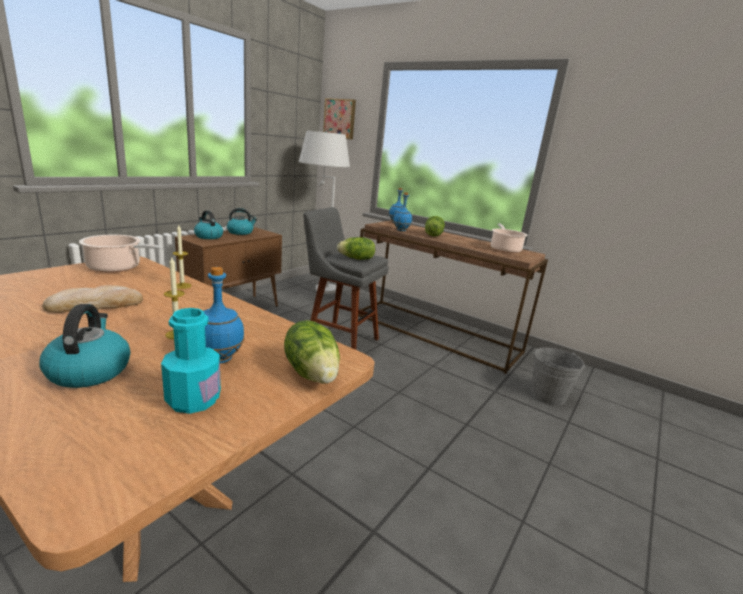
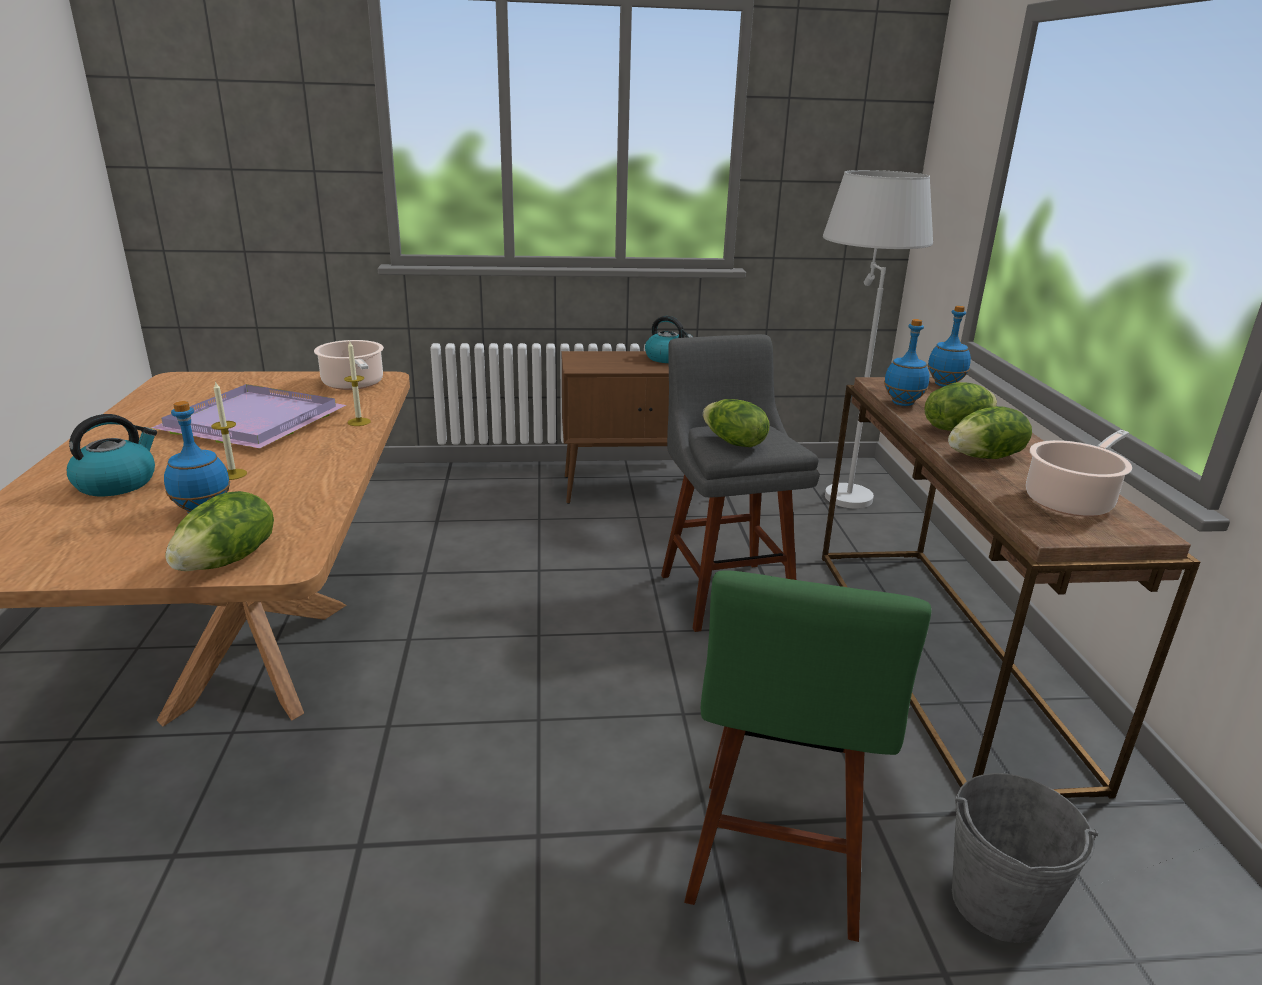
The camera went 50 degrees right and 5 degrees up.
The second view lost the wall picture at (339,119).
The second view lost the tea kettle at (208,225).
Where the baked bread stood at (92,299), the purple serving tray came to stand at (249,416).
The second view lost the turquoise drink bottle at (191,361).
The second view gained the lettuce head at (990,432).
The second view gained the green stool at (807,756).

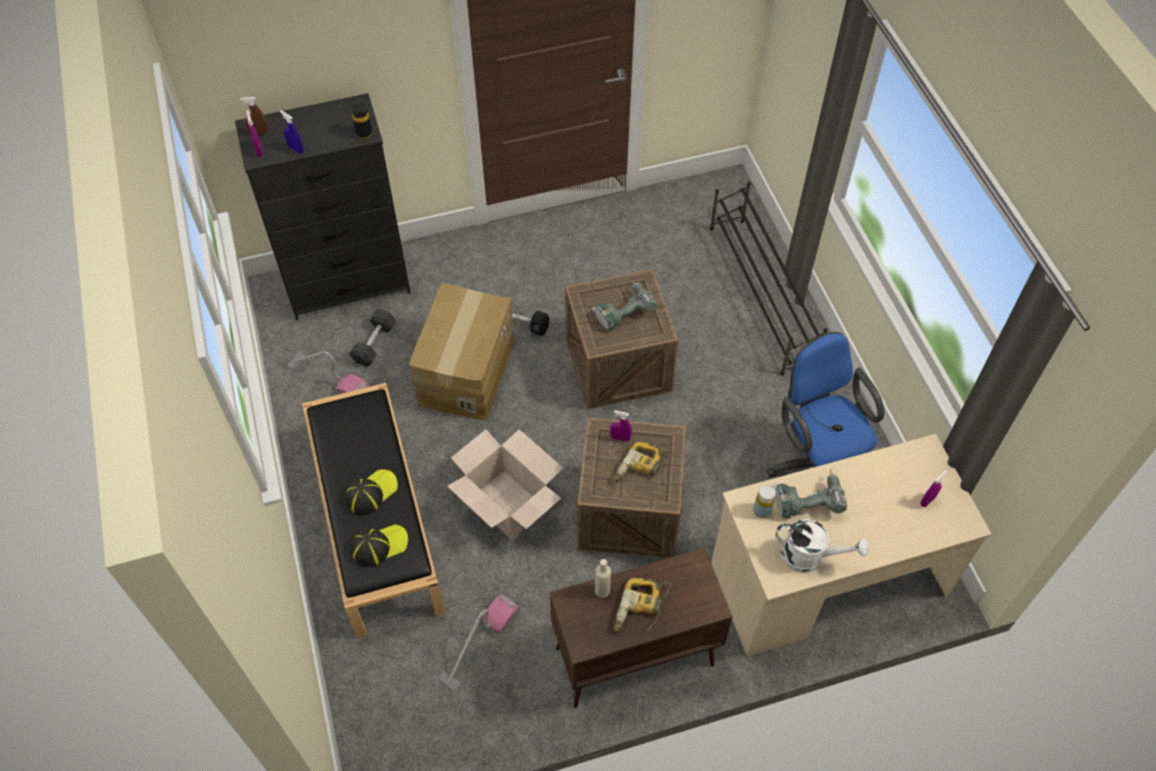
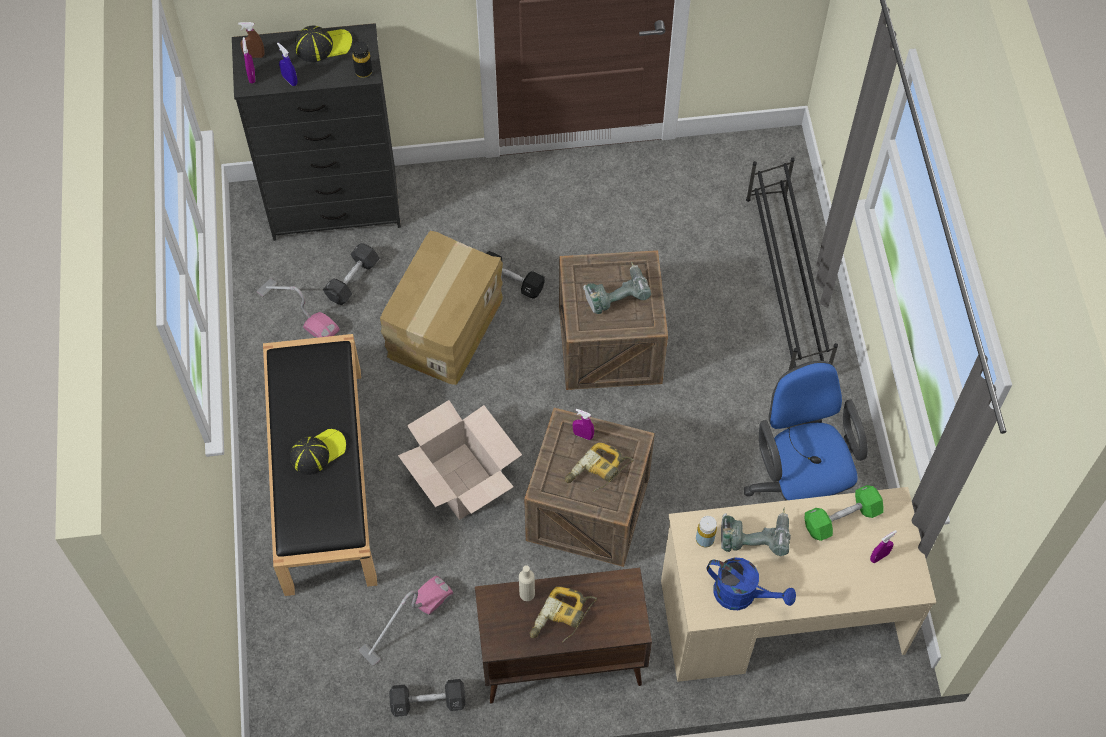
The camera went 10 degrees right and 5 degrees up.
What was the white watering pot at (822,546) turned into the bluish watering pot at (751,583).
The cap ended up elsewhere, having gone from (379,546) to (323,44).
The second view gained the green dumbbell at (844,513).
The second view gained the black dumbbell at (427,698).

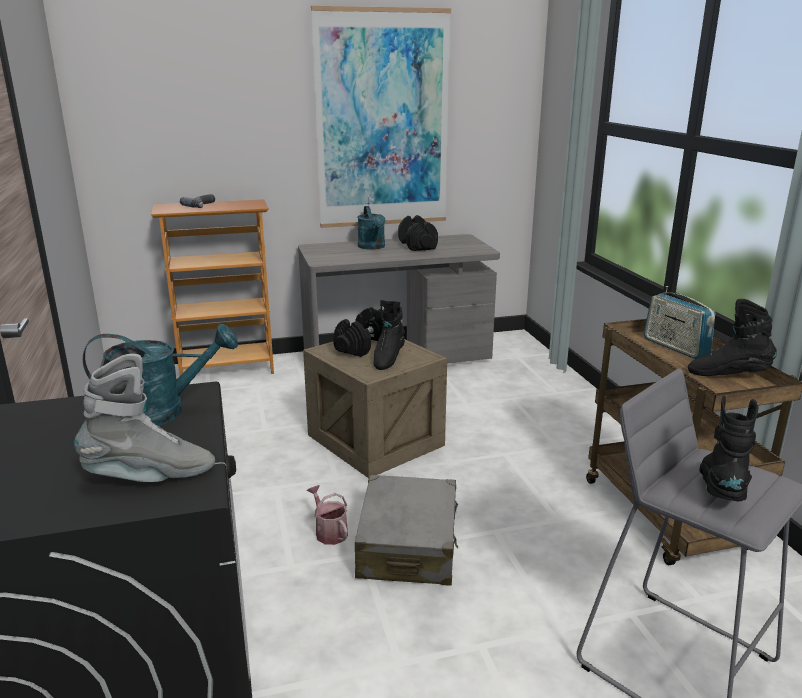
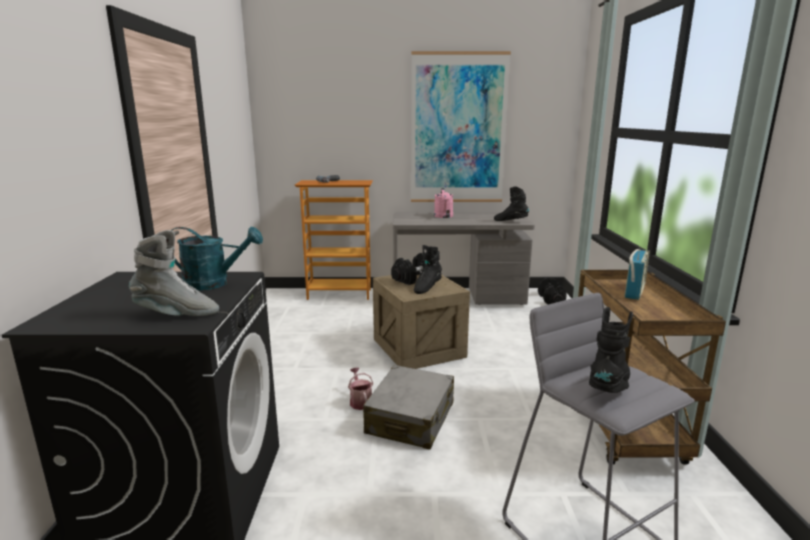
The camera went 15 degrees right and 5 degrees down.
What was the turquoise watering pot at (371,228) turned into the pink-coloured watering pot at (443,203).
The black dumbbell ended up elsewhere, having gone from (418,233) to (552,291).
The radio at (679,322) ended up facing another way, 135 degrees counterclockwise from before.
The black boot ended up elsewhere, having gone from (732,337) to (511,203).

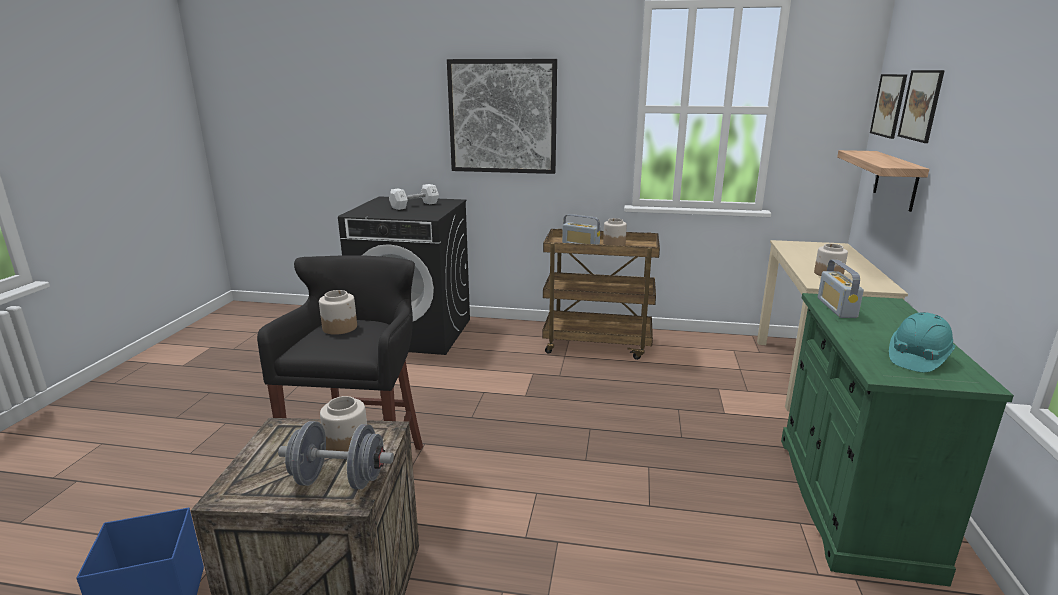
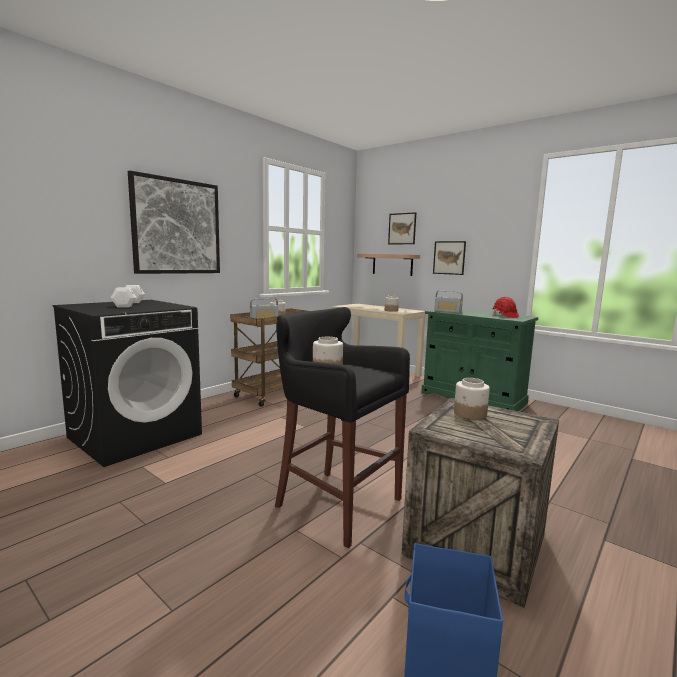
The camera went 60 degrees left and 10 degrees down.
The wall picture ended up elsewhere, having gone from (888,106) to (449,258).
What was the turquoise work helmet at (922,342) turned into the red work helmet at (505,307).
The second view lost the gray dumbbell at (336,455).

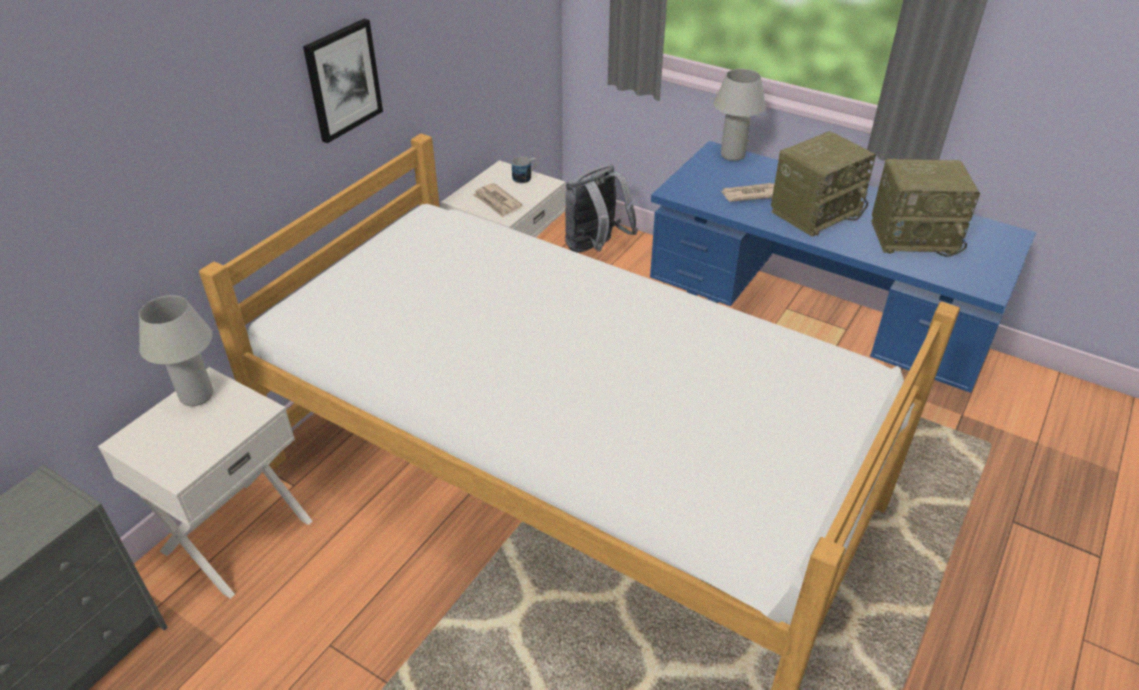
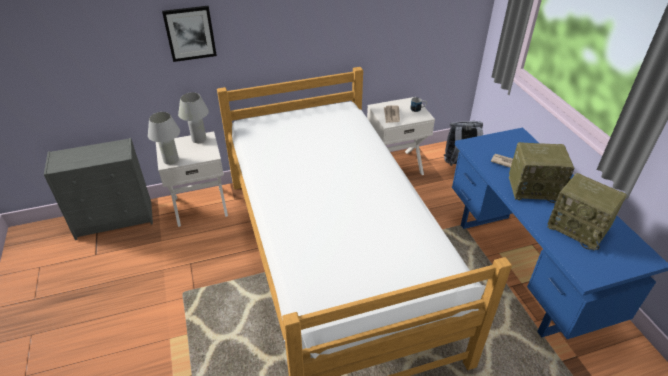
The camera went 40 degrees right and 0 degrees up.
The wall picture ended up elsewhere, having gone from (343,81) to (189,34).
The white lamp for a table ended up elsewhere, having gone from (740,115) to (164,138).

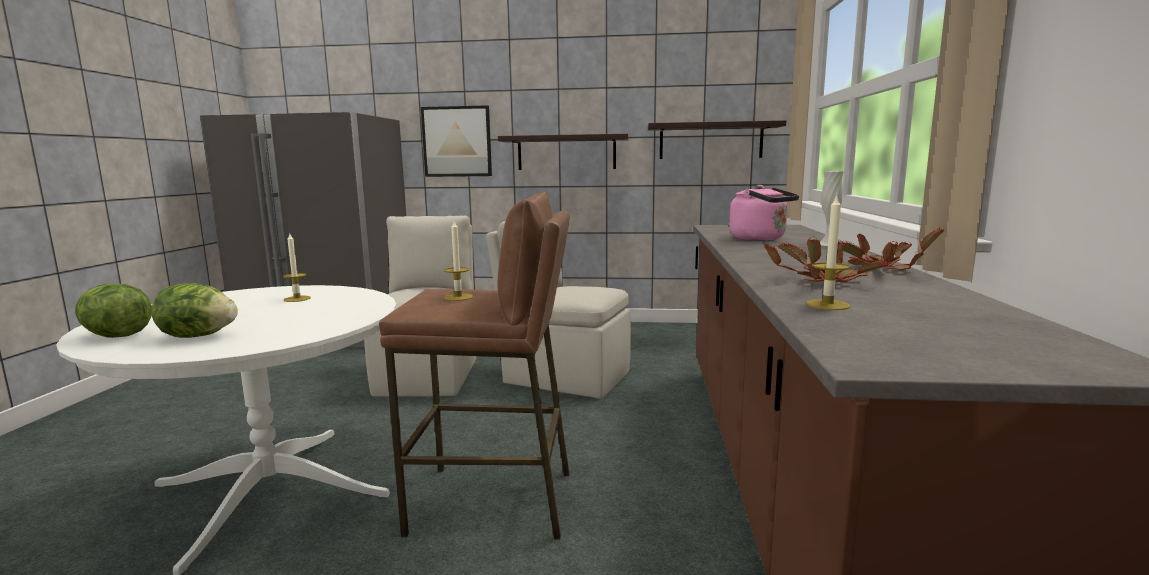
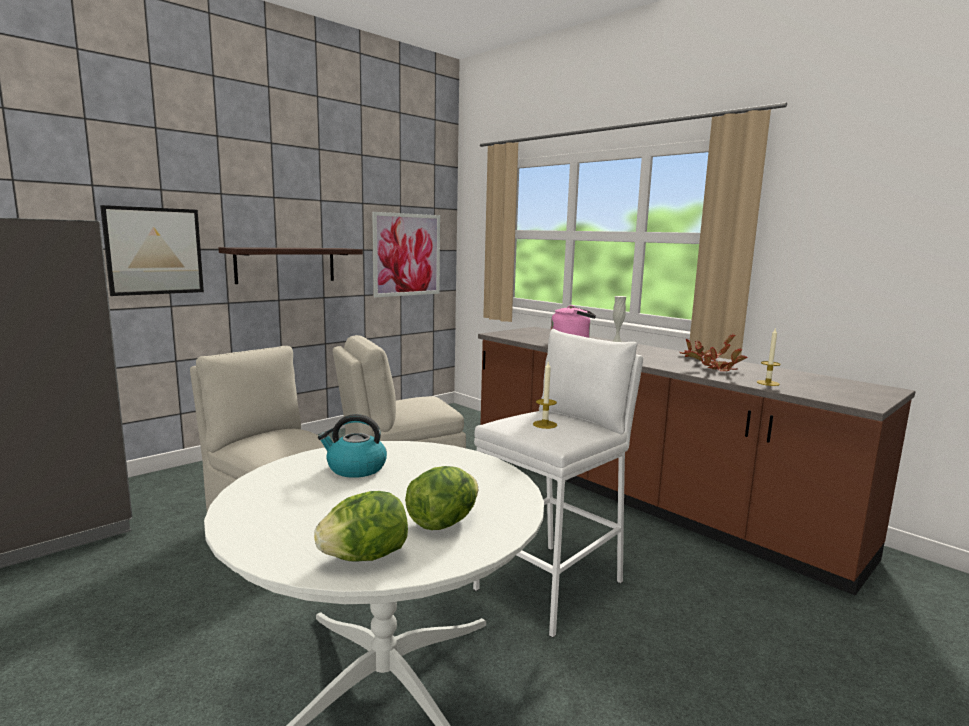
The camera went 50 degrees left and 0 degrees up.
Where the bracket shelf hung at (717,139), the wall picture came to hang at (406,254).
What was the brown stool at (474,365) turned into the white stool at (558,483).
Where the wax light stood at (297,267), the tea kettle came to stand at (352,446).

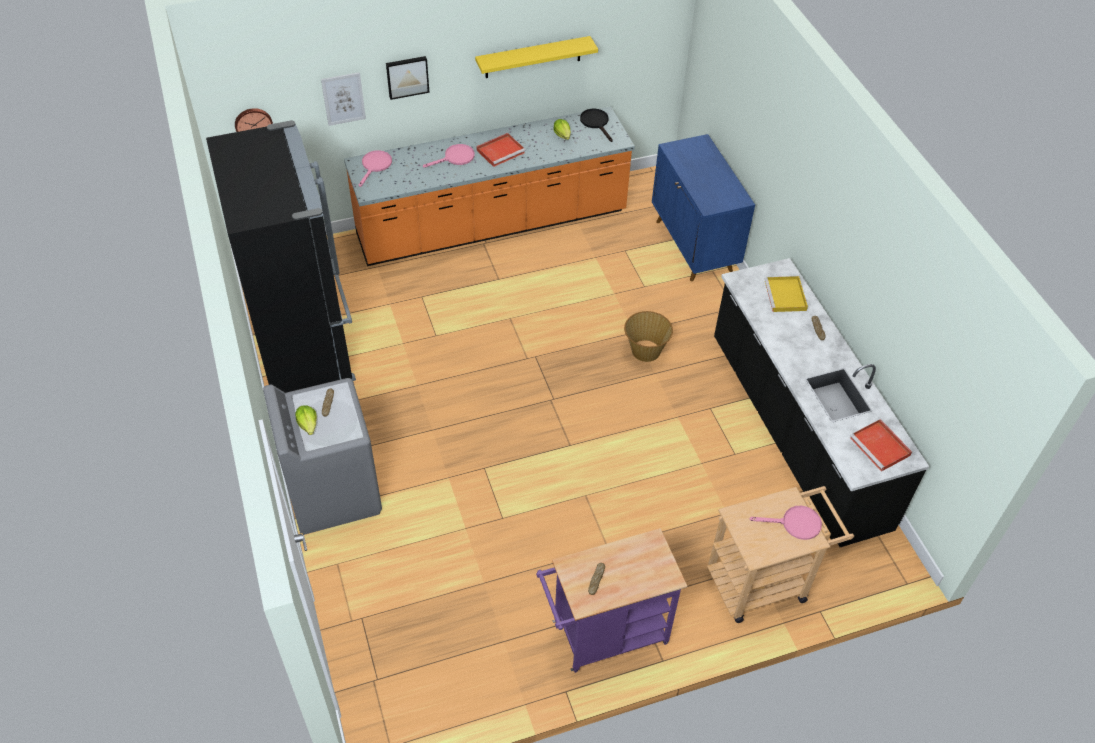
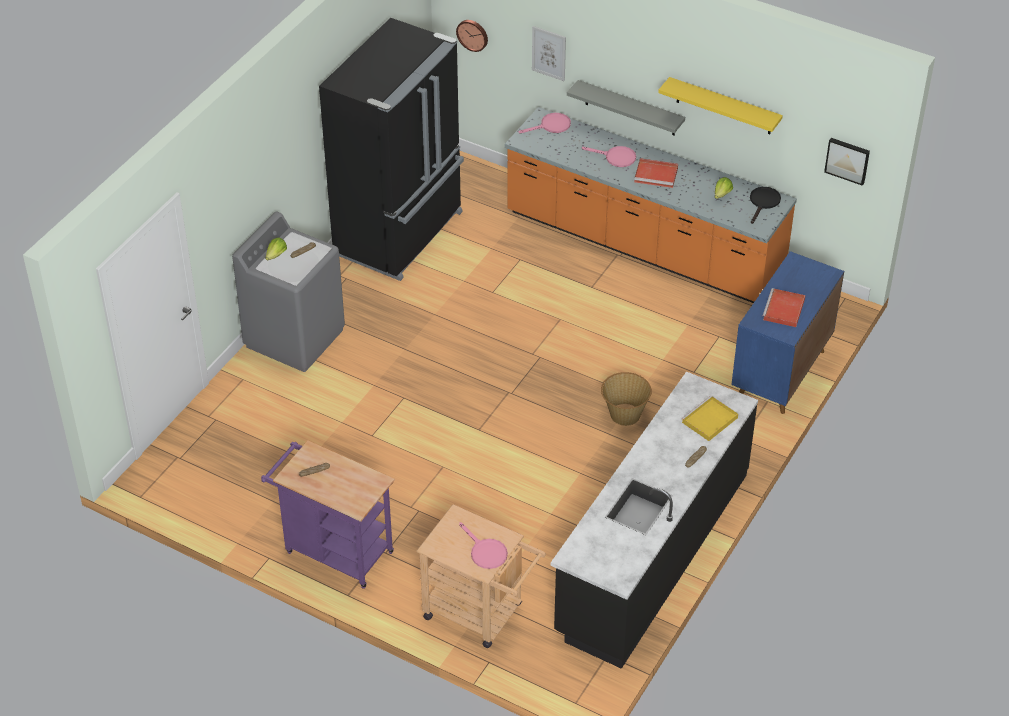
The camera went 50 degrees right and 5 degrees down.
The wall picture ended up elsewhere, having gone from (407,78) to (847,162).
The red serving tray ended up elsewhere, having gone from (881,445) to (784,307).
The second view gained the gray bracket shelf at (626,107).

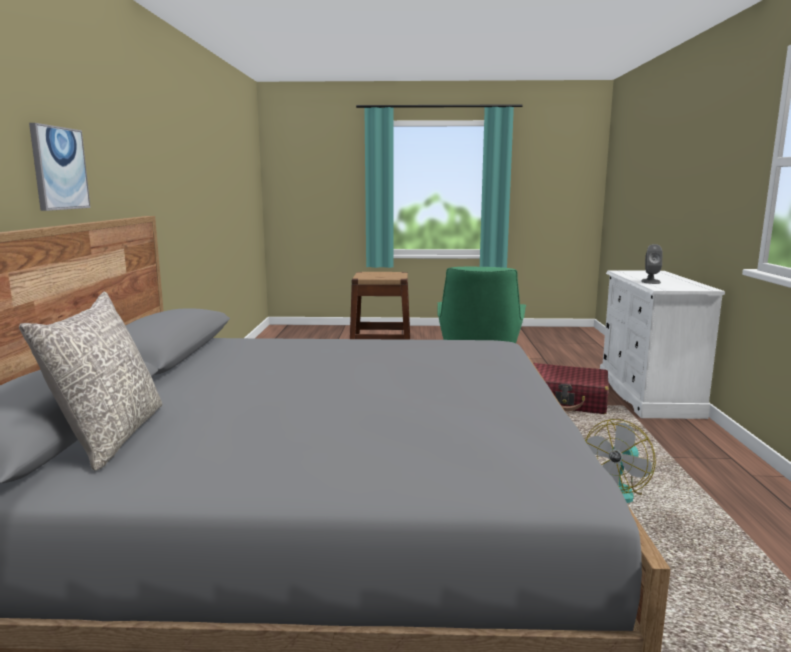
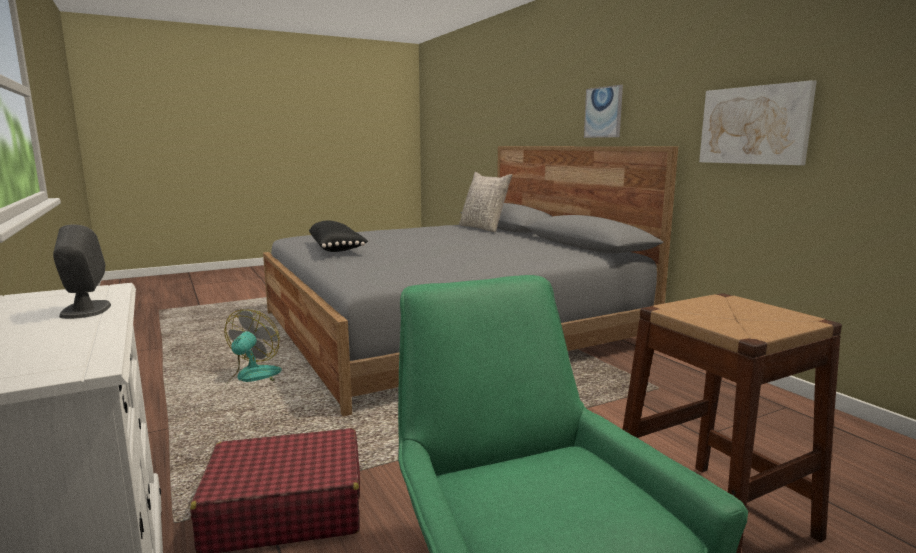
The camera went 150 degrees right and 0 degrees up.
The second view gained the wall picture at (758,122).
The second view gained the black pillow at (338,236).

